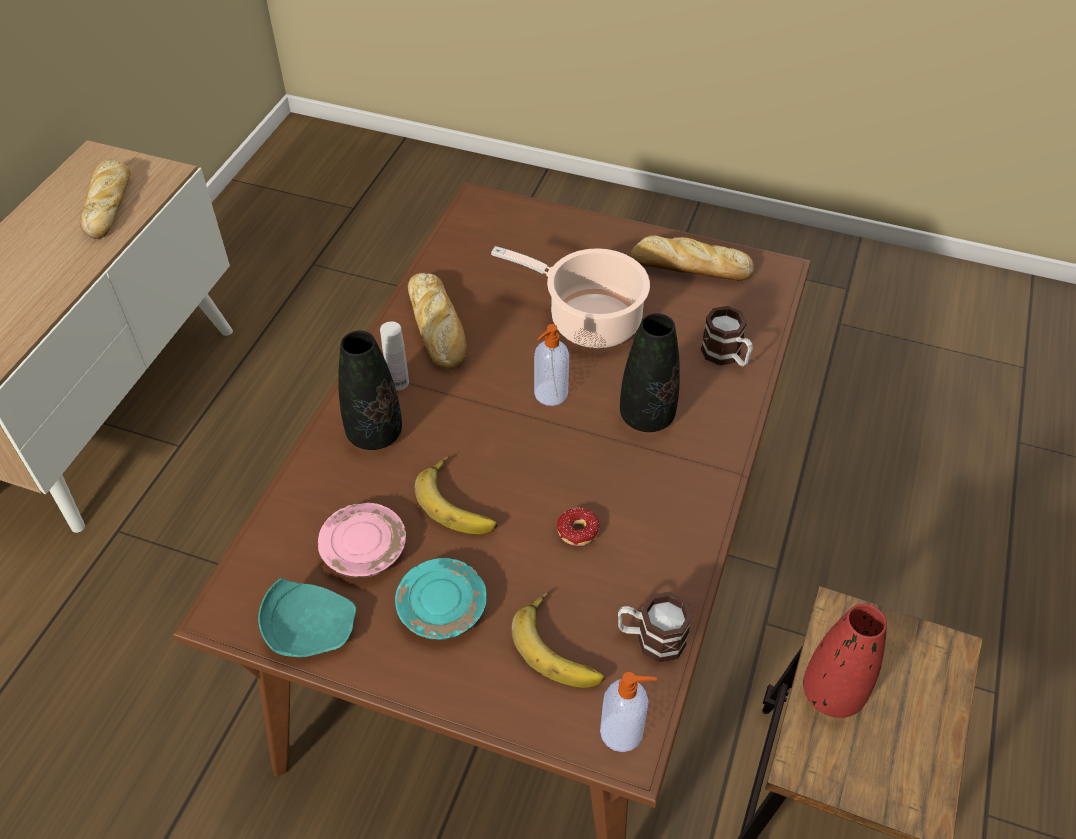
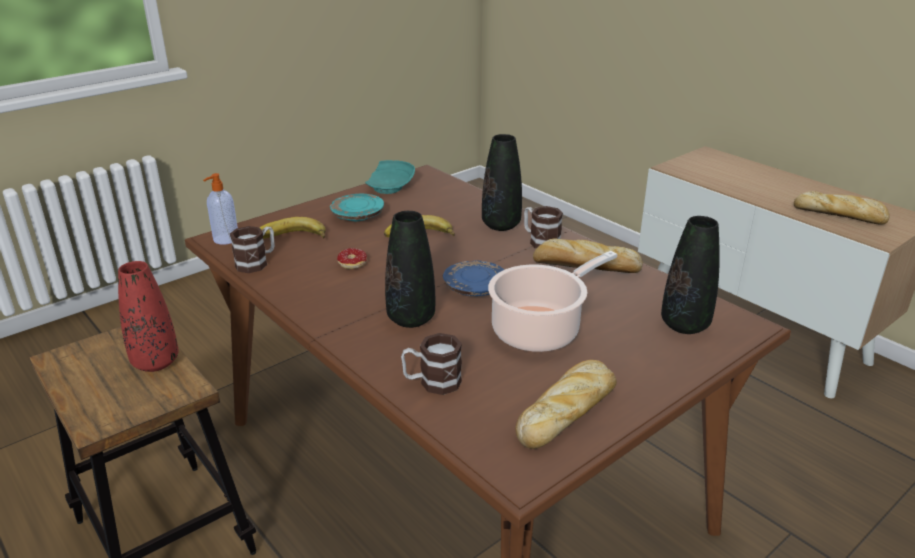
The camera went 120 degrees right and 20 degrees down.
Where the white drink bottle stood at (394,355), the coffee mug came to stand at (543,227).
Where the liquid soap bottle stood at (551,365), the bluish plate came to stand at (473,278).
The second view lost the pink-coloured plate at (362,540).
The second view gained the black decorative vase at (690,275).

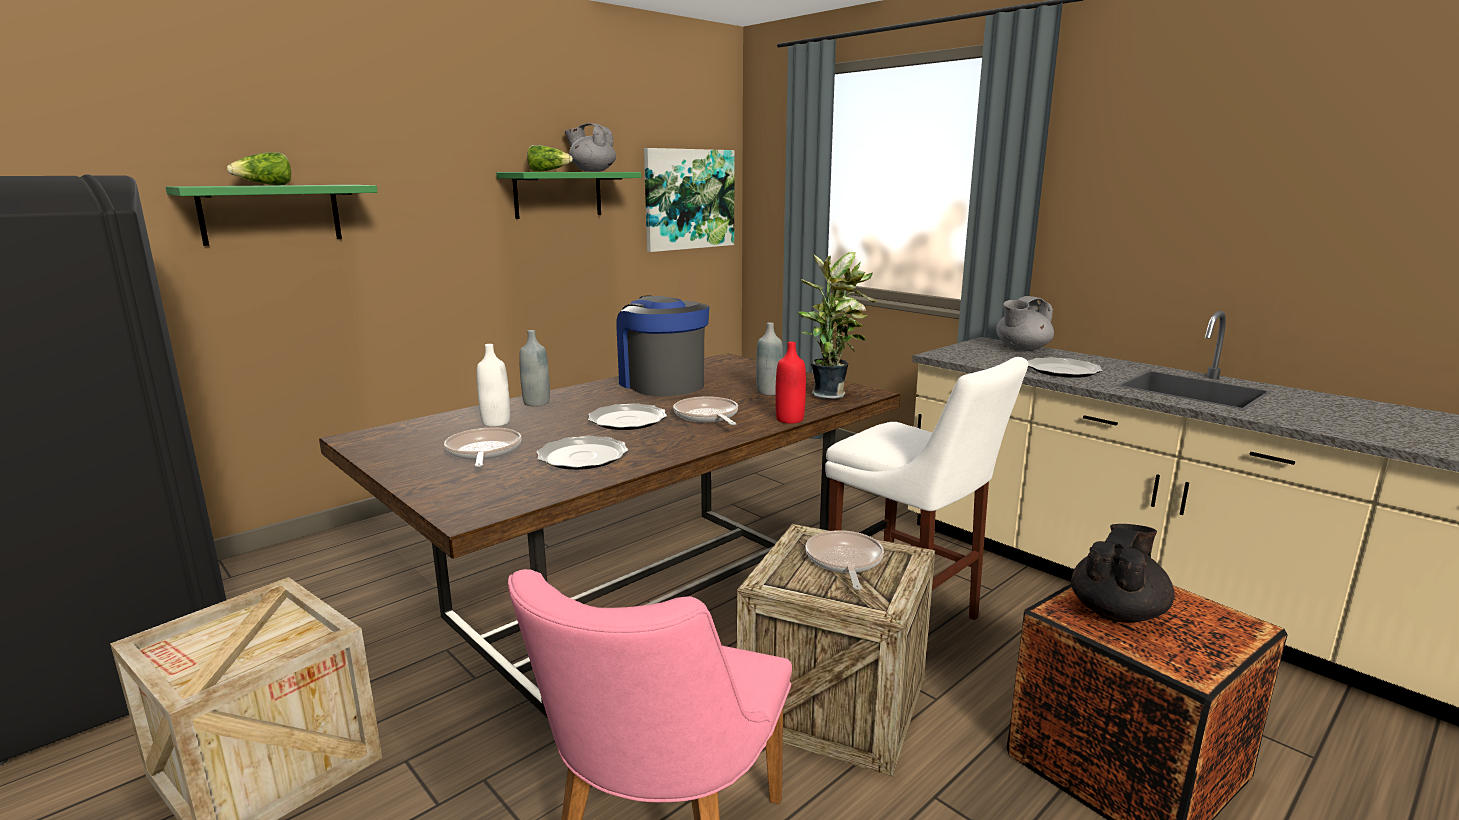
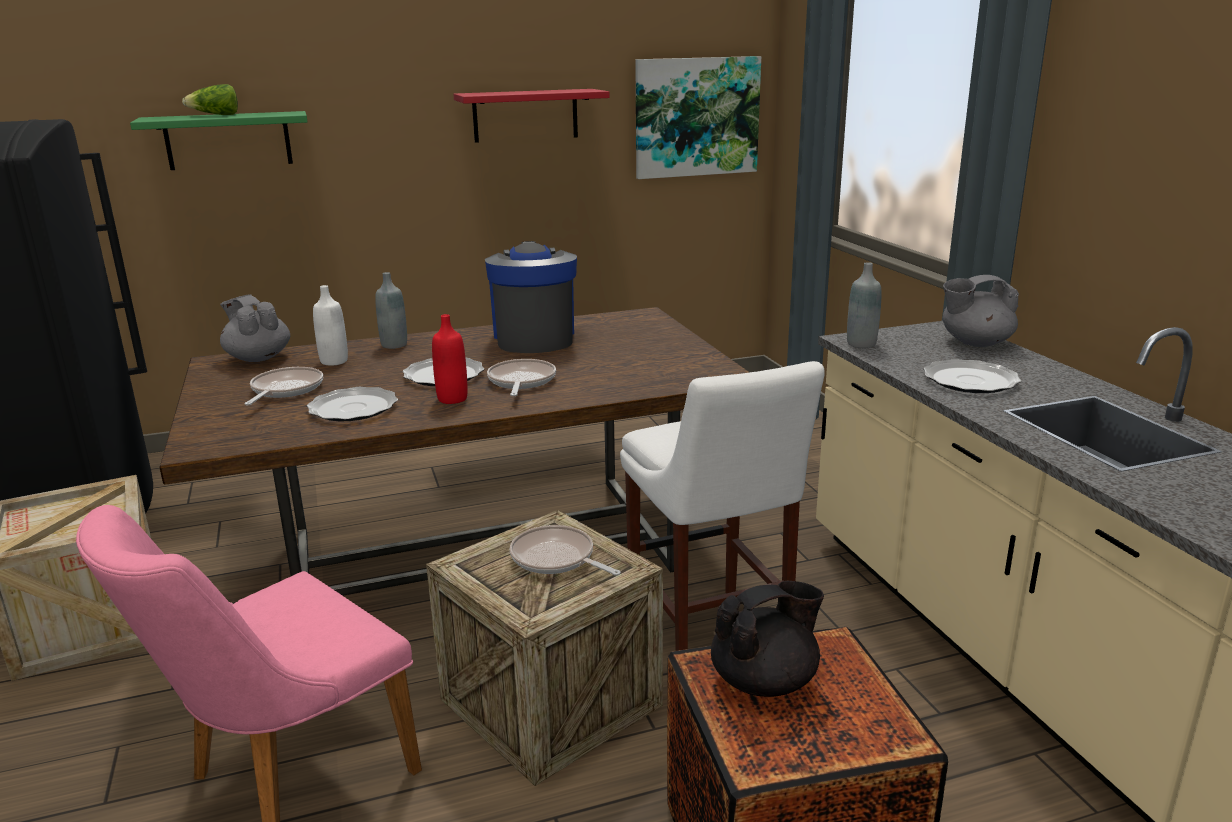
The camera went 25 degrees right and 5 degrees up.
The gray pot for tea ended up elsewhere, having gone from (590,147) to (255,328).
The second view lost the lettuce head at (550,158).
What was the green bracket shelf at (568,195) turned into the red bracket shelf at (531,116).
The second view lost the plant in a pot at (838,325).
The gray drink bottle ended up elsewhere, having gone from (769,358) to (864,305).
The red drink bottle ended up elsewhere, having gone from (790,383) to (450,359).
The frying pan at (845,560) ended up facing another way, 75 degrees counterclockwise from before.

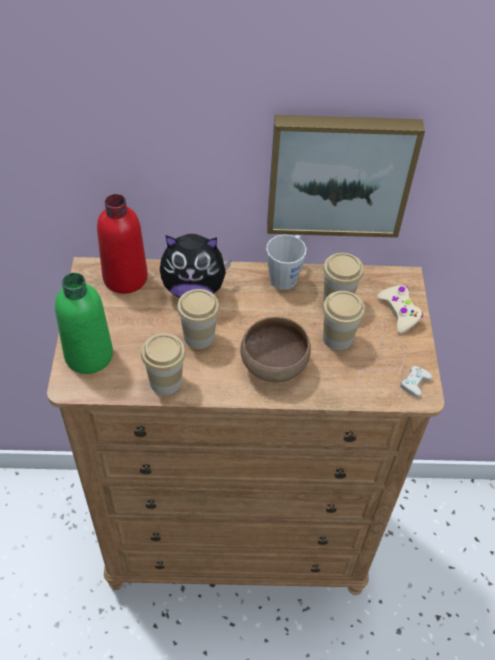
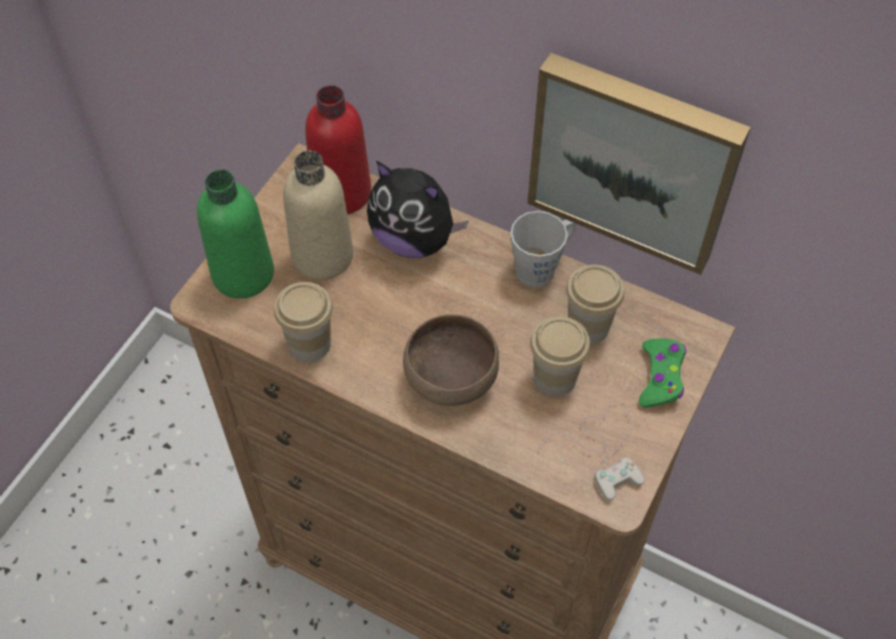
The camera went 30 degrees right and 5 degrees up.
What was the beige-coloured joypad at (400,309) turned into the green joypad at (662,373).
The second view lost the cup at (198,319).
The second view gained the beige-coloured drink bottle at (318,215).

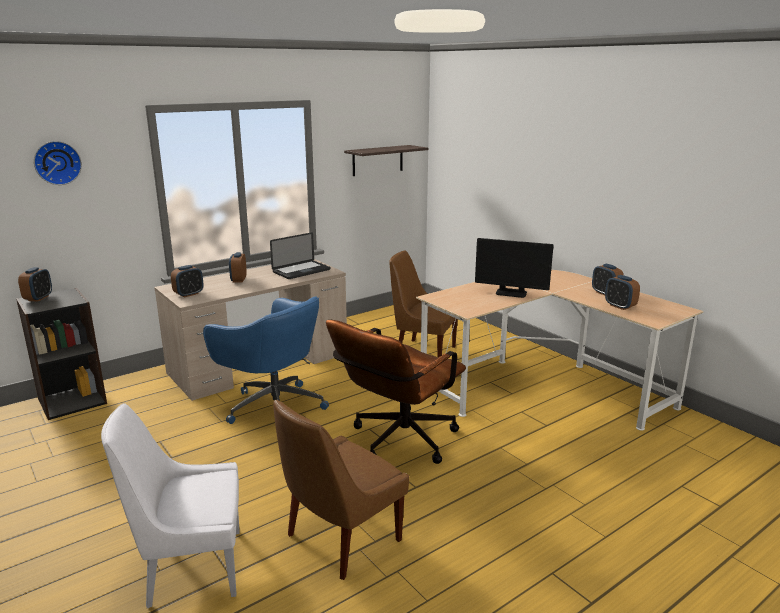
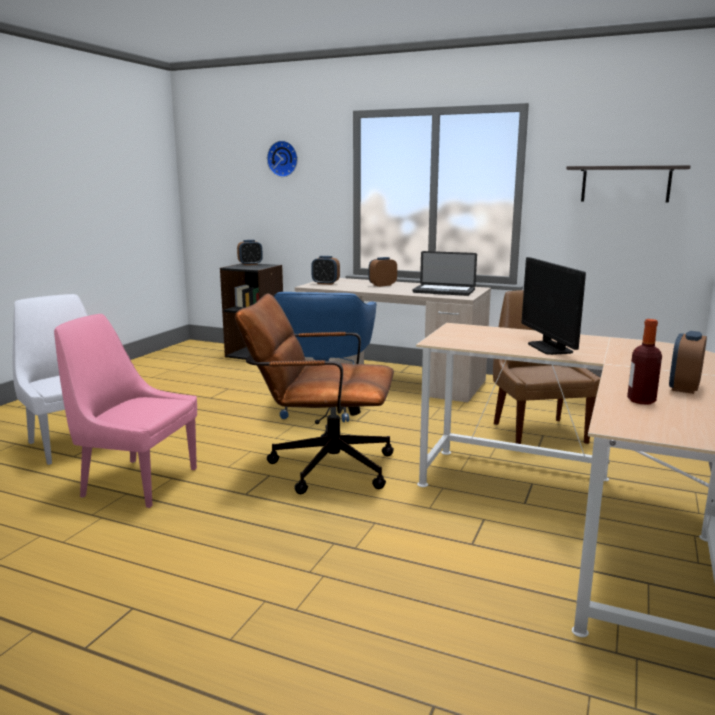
The camera went 60 degrees right and 5 degrees down.
Where the alarm clock stood at (622,292), the drink bottle came to stand at (644,361).
What was the brown chair at (341,489) turned into the pink-coloured chair at (125,411).

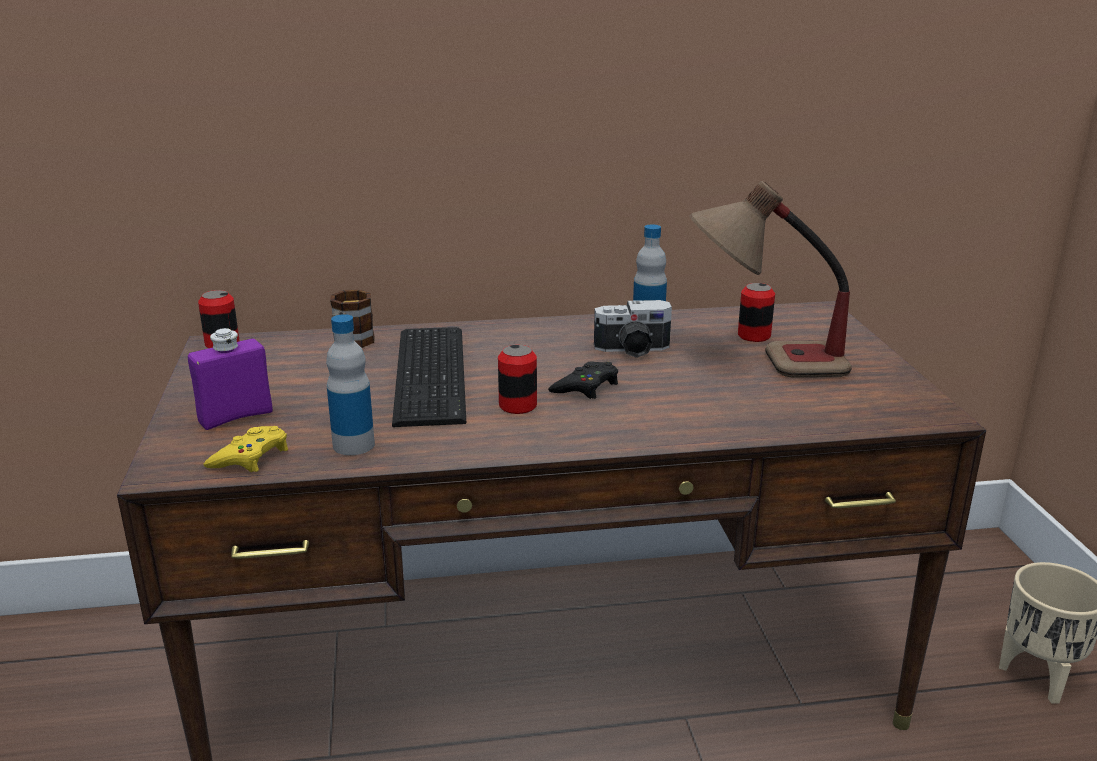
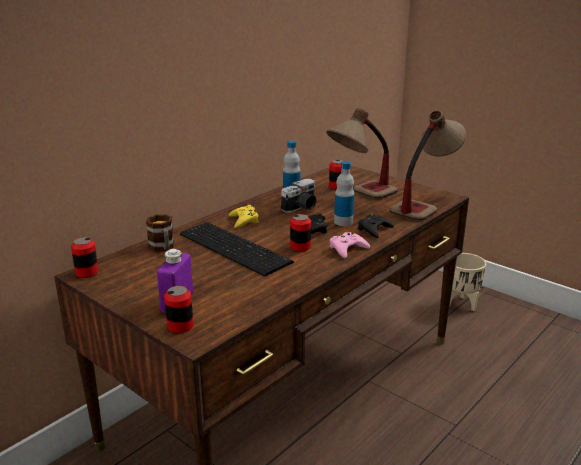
The camera went 40 degrees left and 0 degrees up.
The drink bottle ended up elsewhere, having gone from (350,384) to (344,193).
The yellowish joypad ended up elsewhere, having gone from (246,449) to (244,216).
The second view gained the lamp for a table at (427,165).
The second view gained the black joypad at (376,226).
The second view gained the pink-coloured joypad at (350,245).
The second view gained the can at (178,309).

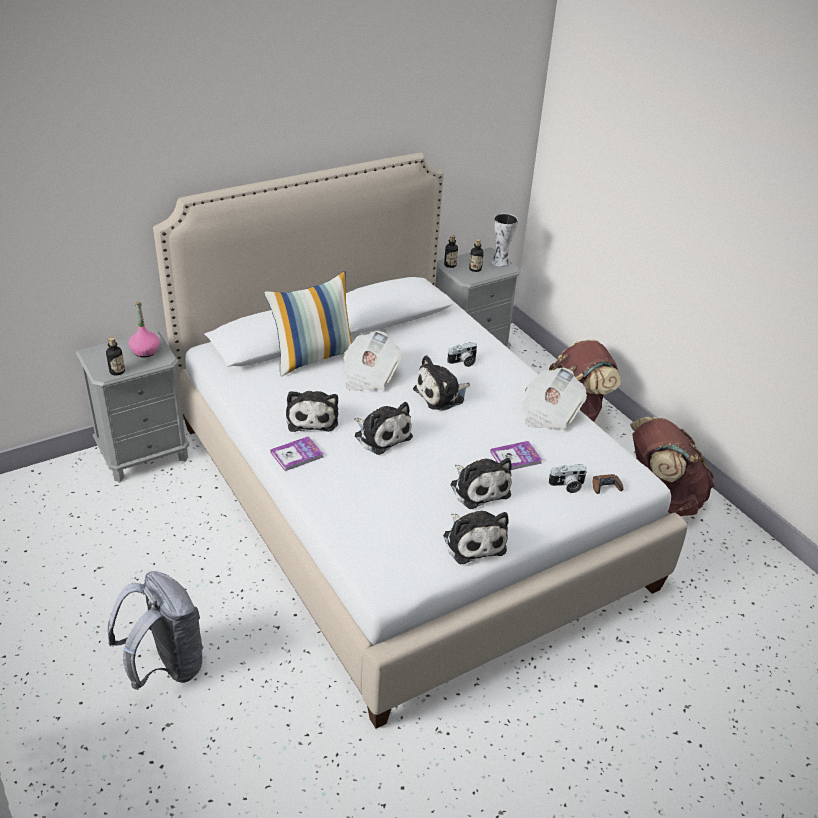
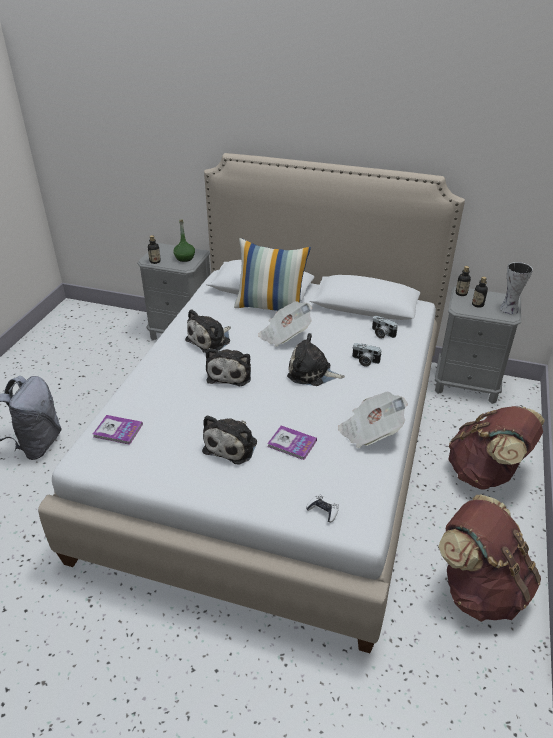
The camera went 50 degrees right and 0 degrees up.
What was the pink-coloured drink bottle at (144,330) turned into the green drink bottle at (184,241).
The bound book ended up elsewhere, having gone from (296,453) to (118,430).
The photo camera ended up elsewhere, having gone from (567,478) to (385,327).
What was the brown joypad at (608,484) turned into the white joypad at (322,509).
The second view lost the soft toy at (476,537).

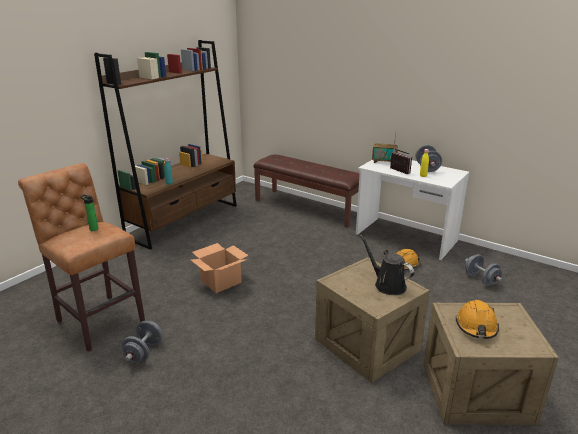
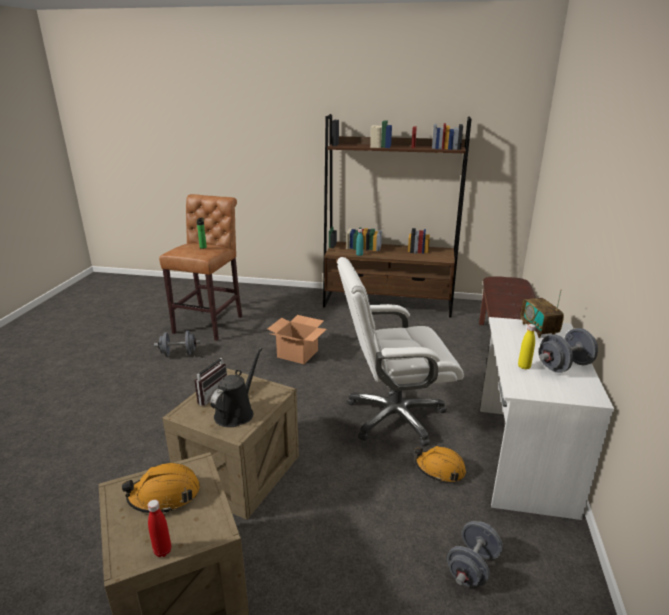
The camera went 65 degrees right and 0 degrees up.
The radio ended up elsewhere, having gone from (401,161) to (210,381).
The second view gained the white desk chair at (400,352).
The second view gained the red drink bottle at (159,528).

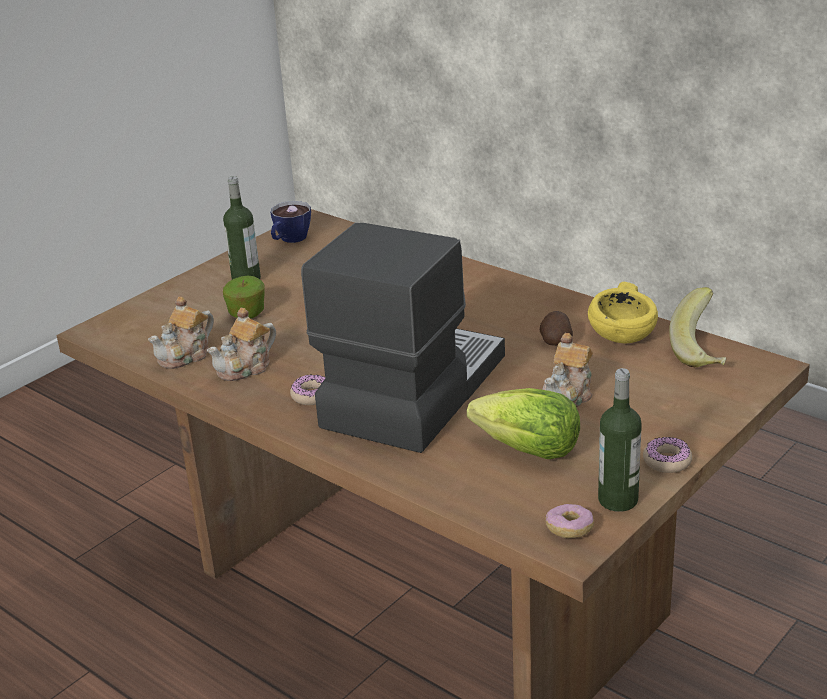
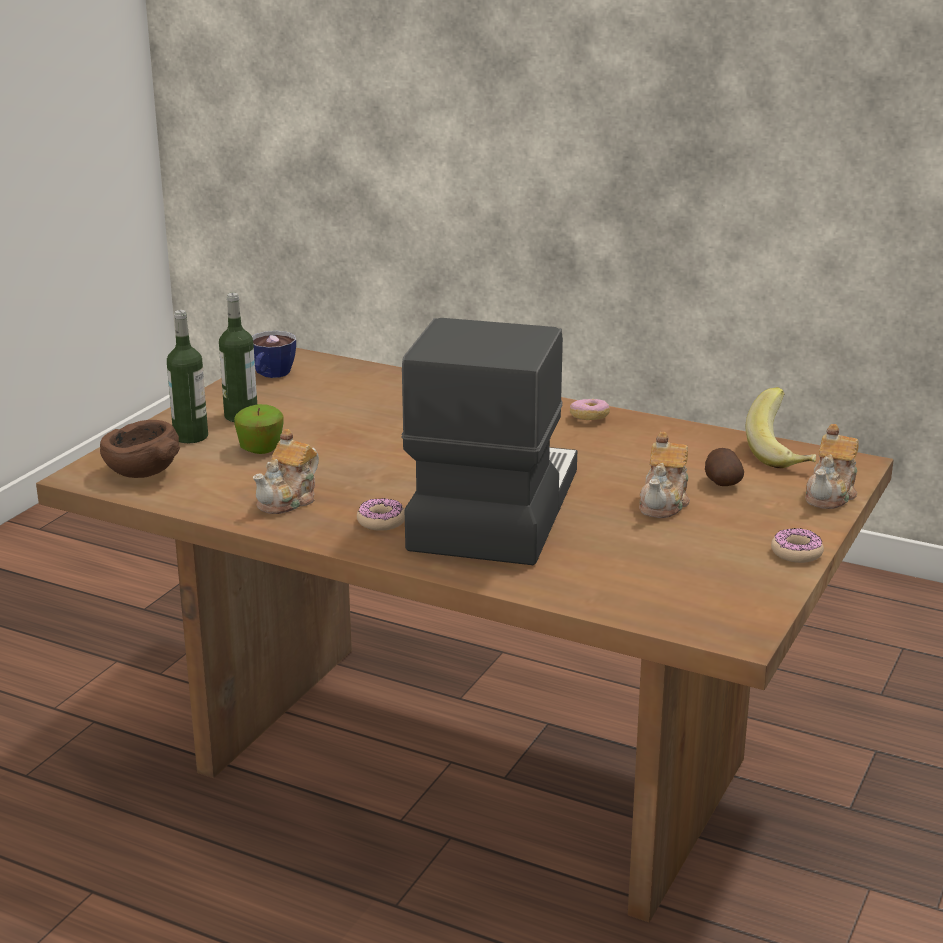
The camera went 15 degrees left and 5 degrees down.
The second view lost the yellowish bowl at (623,312).
The pot for tea ended up elsewhere, having gone from (181,332) to (832,466).
The whole potato ended up elsewhere, having gone from (556,328) to (724,467).
The drink bottle ended up elsewhere, having gone from (620,440) to (187,376).
The second view lost the lettuce head at (523,423).
The doughnut ended up elsewhere, having gone from (569,521) to (590,409).
The second view gained the brown bowl at (140,449).

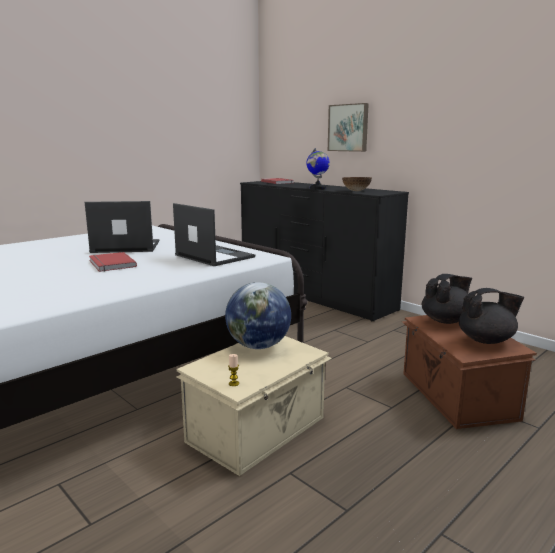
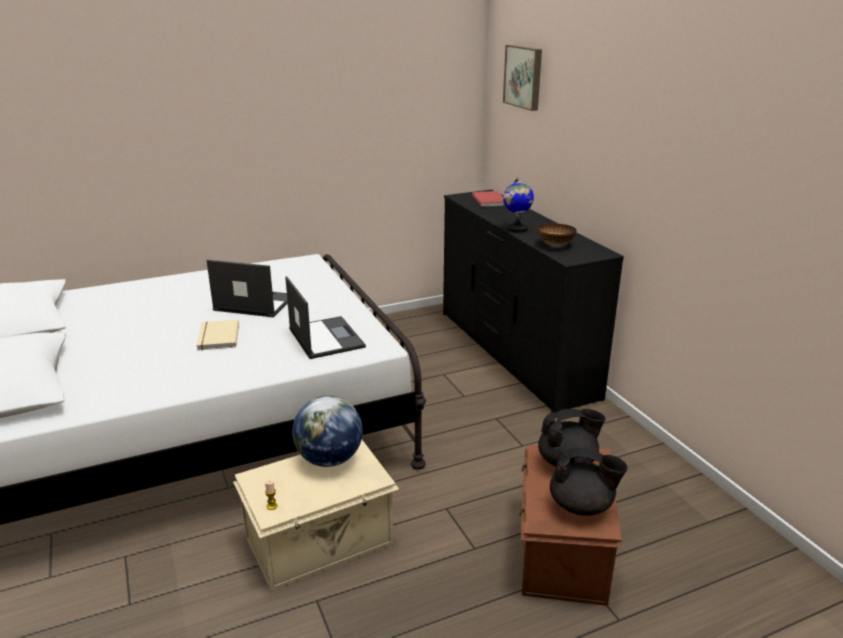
The camera went 20 degrees right and 10 degrees up.
The wall picture ended up elsewhere, having gone from (348,127) to (522,78).
What was the red bound book at (113,262) turned into the beige-coloured bound book at (217,335).

